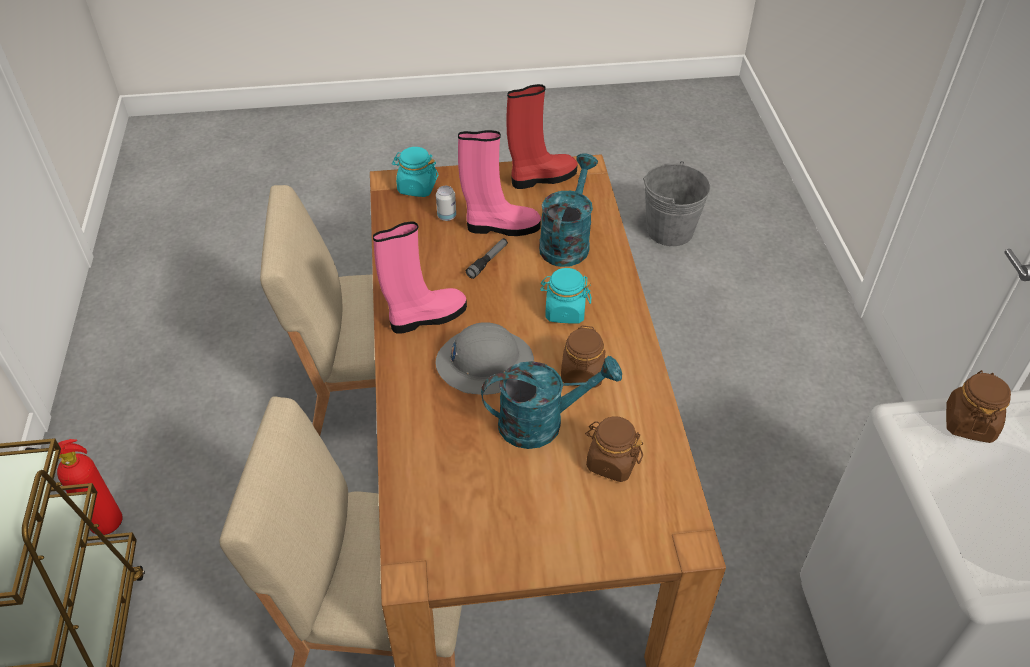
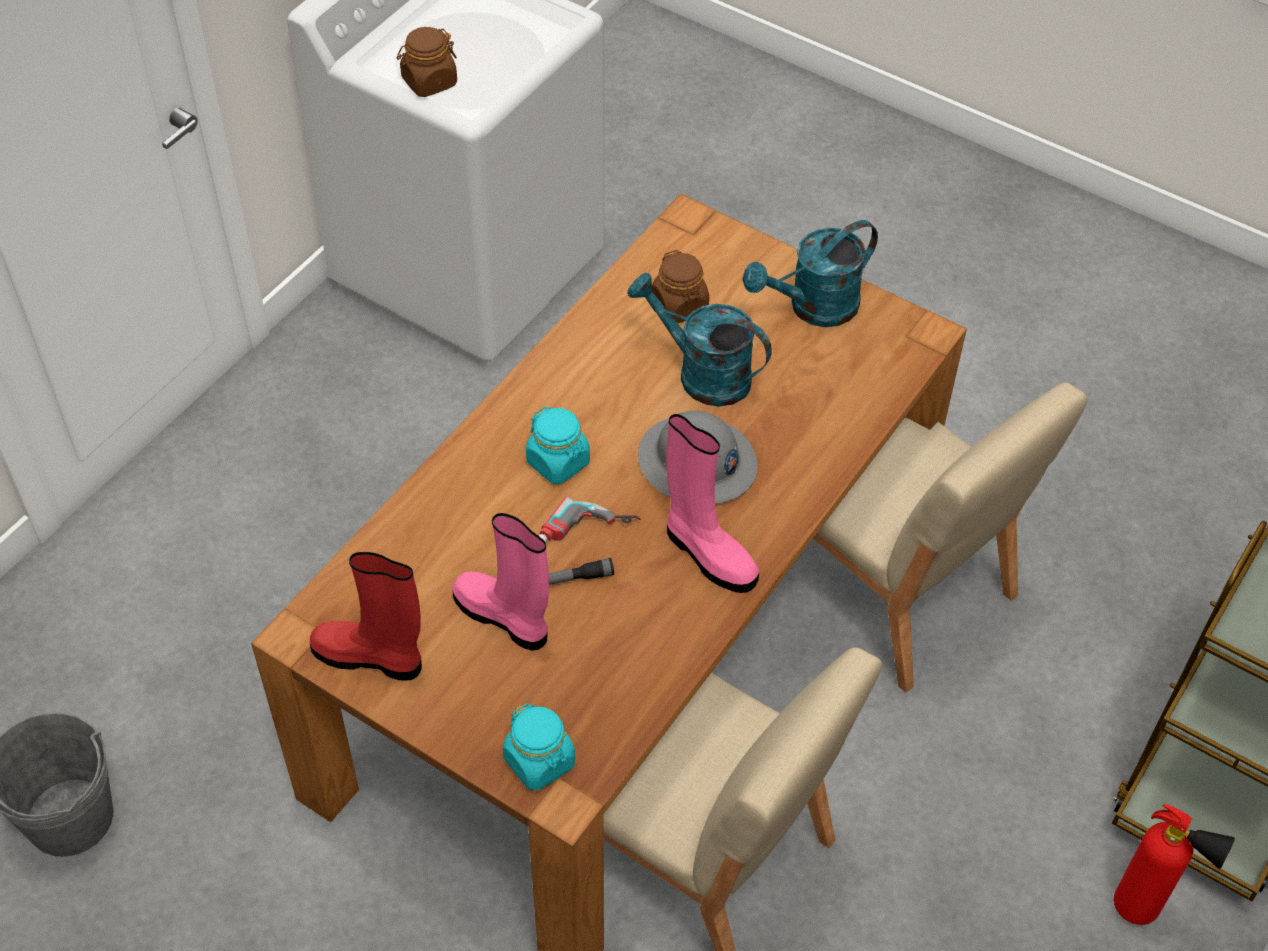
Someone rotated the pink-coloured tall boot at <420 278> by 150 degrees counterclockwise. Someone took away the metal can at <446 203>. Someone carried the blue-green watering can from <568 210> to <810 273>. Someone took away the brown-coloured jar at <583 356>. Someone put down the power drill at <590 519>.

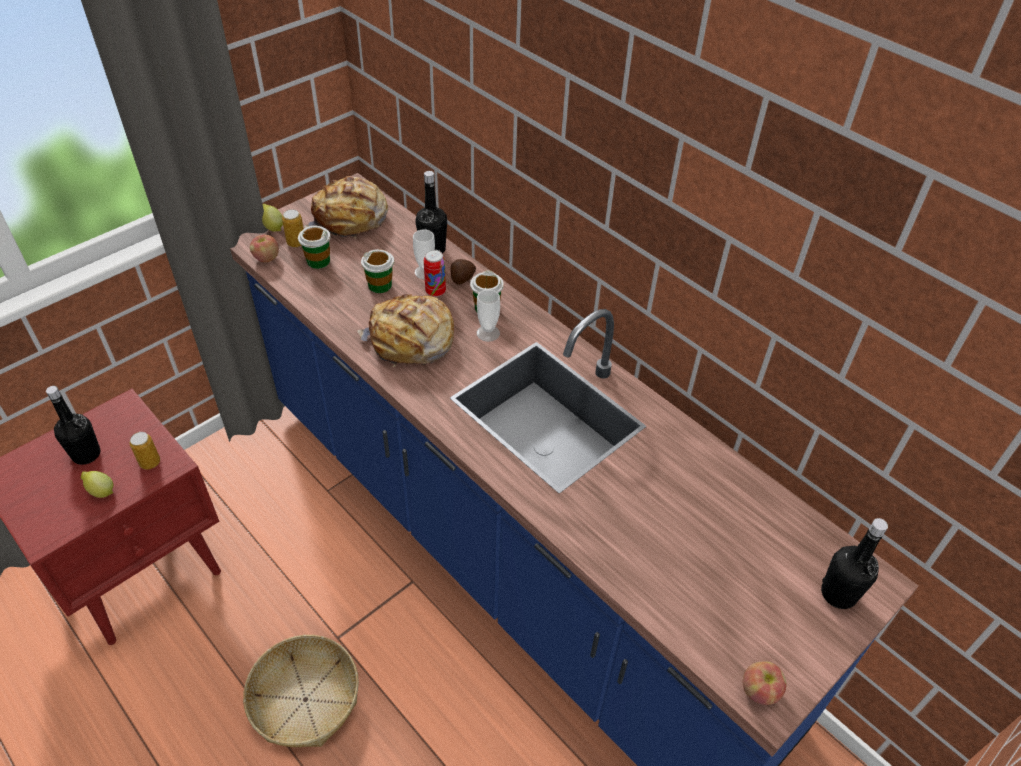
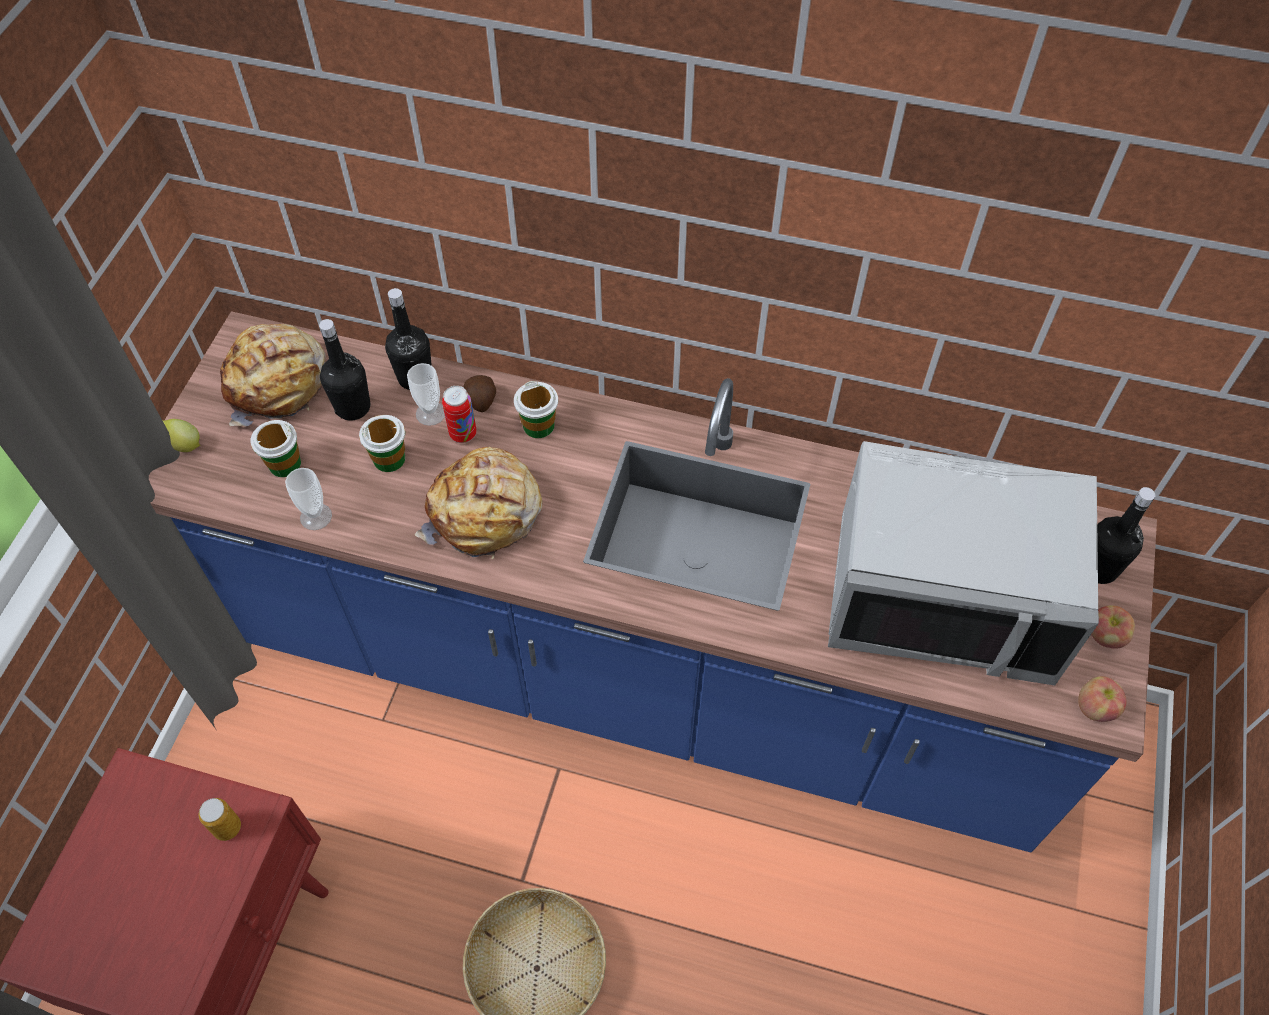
Someone carried the black beverage bottle from <73 425> to <345 370>. Someone took away the citrus fruit at <97 484>. Someone carried the apple from <264 249> to <1113 627>. Someone took away the metal can at <293 228>. Someone carried the drinking cup from <488 316> to <308 499>. Someone put down the gray microwave oven at <963 563>.

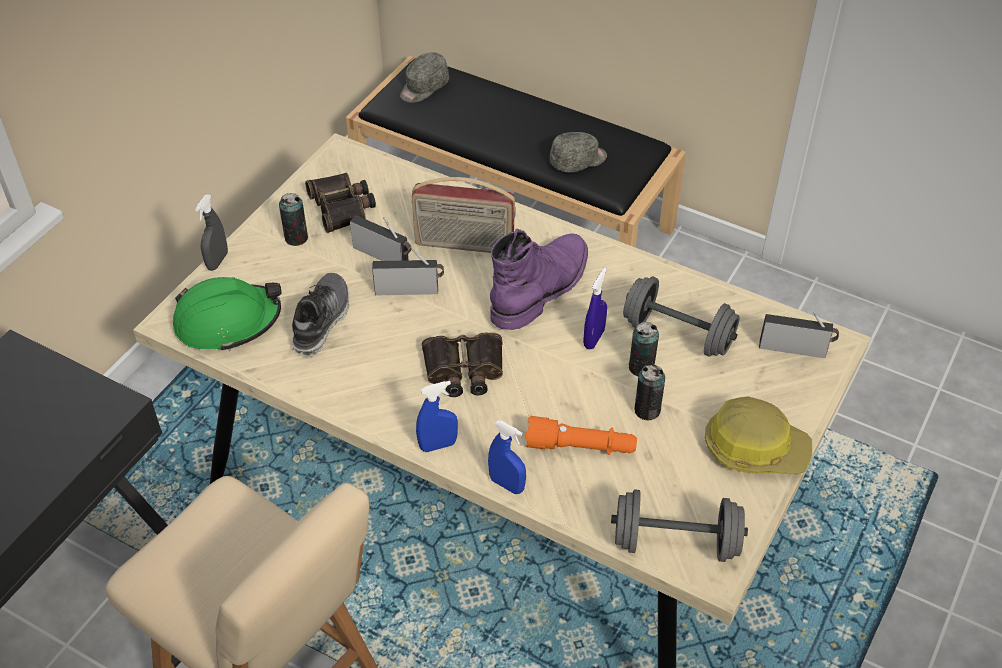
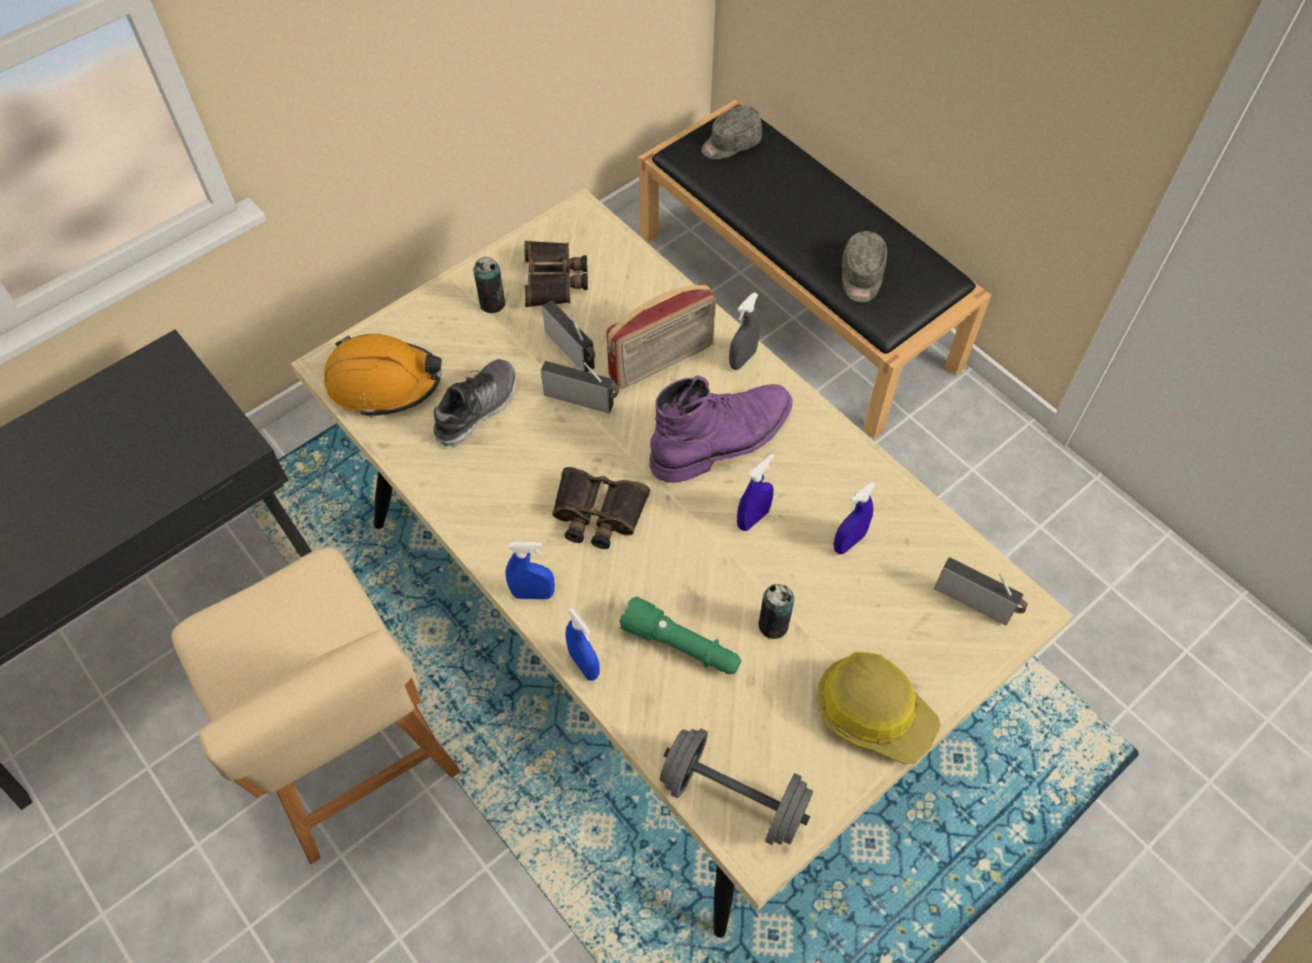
Someone repainted the green-coloured work helmet at <227 314>, which became the orange-coloured work helmet at <383 375>. Someone carried the gray spray bottle from <211 232> to <744 331>. Someone rotated the radio receiver at <463 215> by 60 degrees counterclockwise. Someone repainted the orange-coloured flashlight at <581 435>, which became the green-coloured flashlight at <680 635>. Someone rotated the gray baseball cap at <578 152> by 105 degrees clockwise. Someone swapped the gray dumbbell at <681 317> for the blue-coloured spray bottle at <854 518>. Someone took away the metal can at <644 349>.

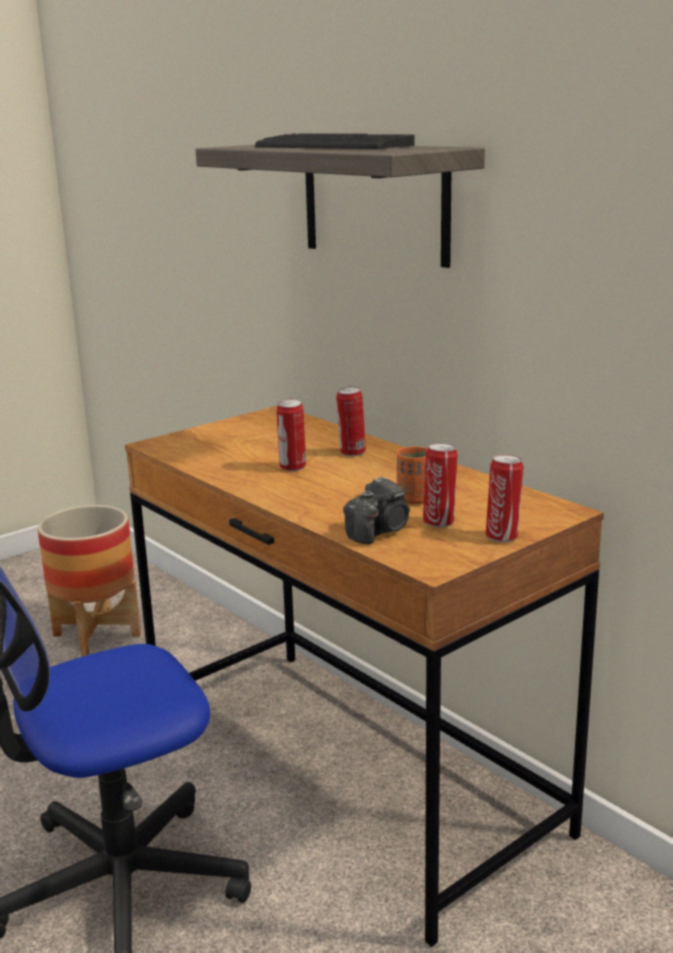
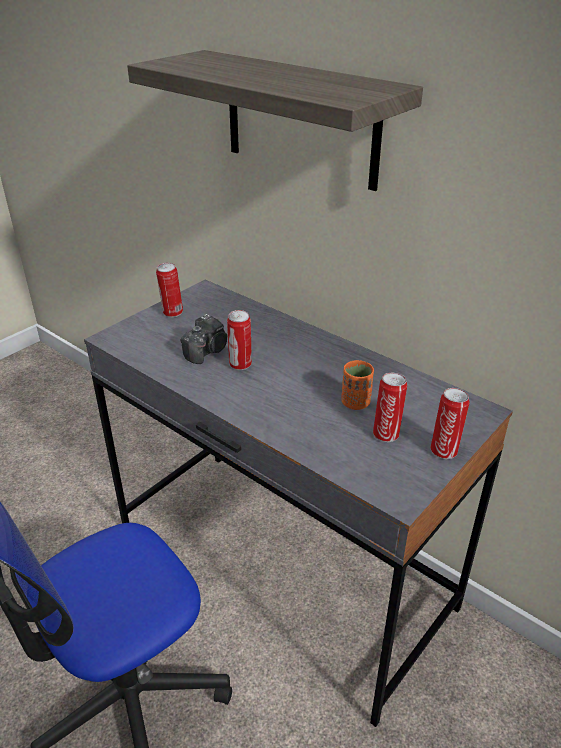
Someone took away the plant pot at <89 581>. Someone repainted the brown-coloured desk unit at <364 676>, which became the gray desk unit at <298 503>. Someone took away the keyboard at <334 141>. Someone carried the metal can from <351 421> to <169 290>. Someone carried the photo camera from <376 510> to <204 339>.

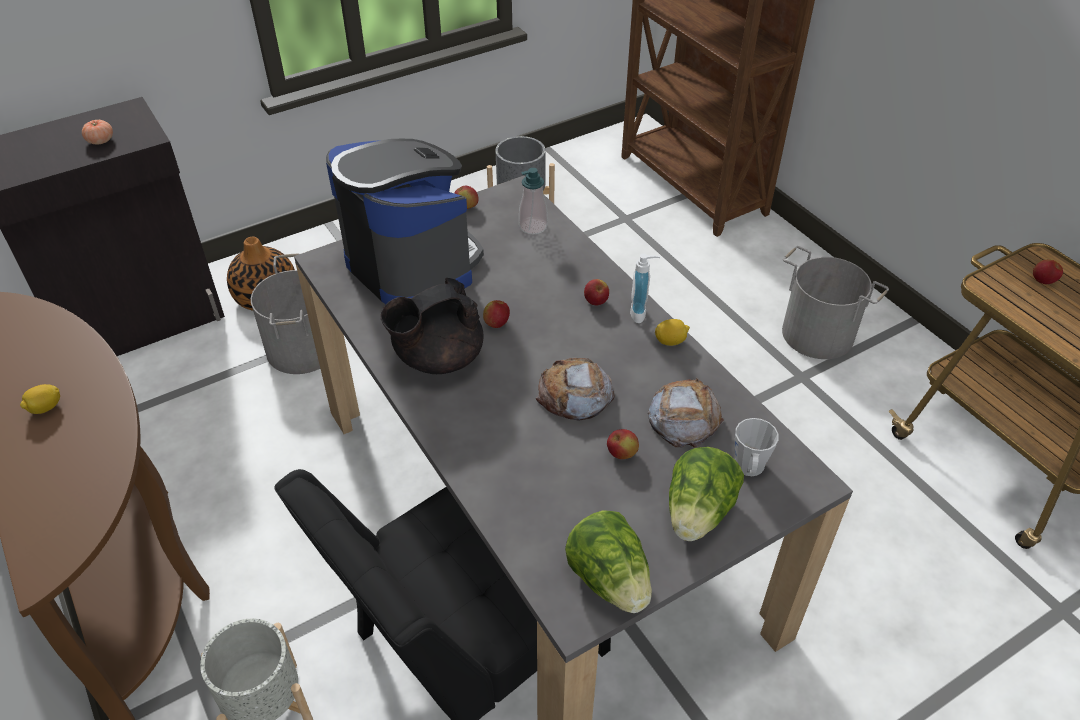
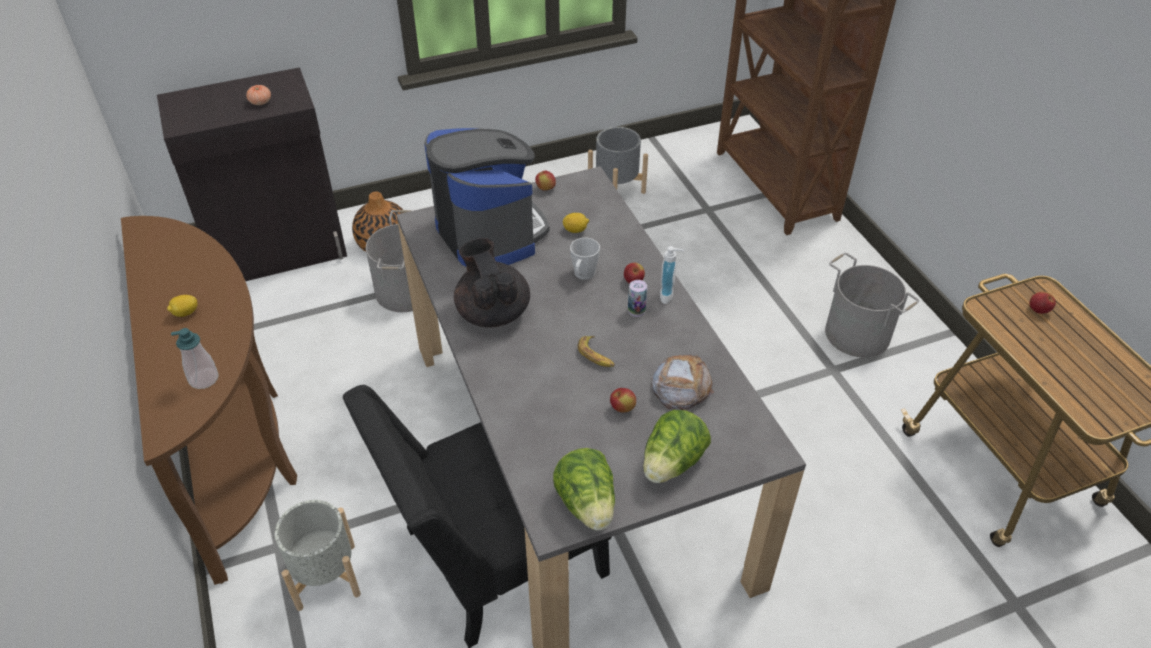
Someone rotated the black tea pot at <432 326> by 90 degrees clockwise. Someone took away the apple at <496 314>. Someone carried the soap dispenser from <533 201> to <195 358>. Someone swapped the bakery bread at <575 389> for the banana at <596 351>. Someone carried the citrus fruit from <672 332> to <576 223>. Someone carried the gray coffee mug from <757 447> to <585 259>. Someone put down the metal can at <637 298>.

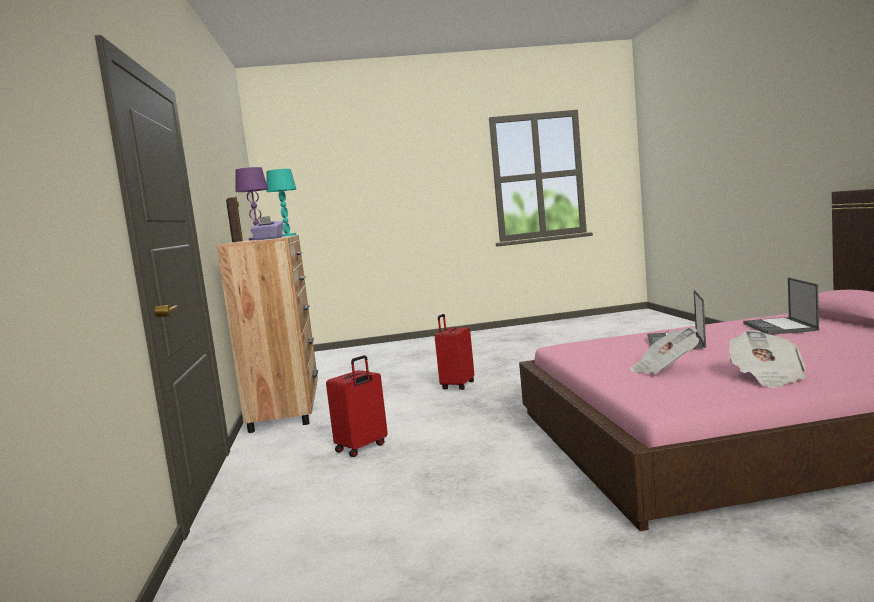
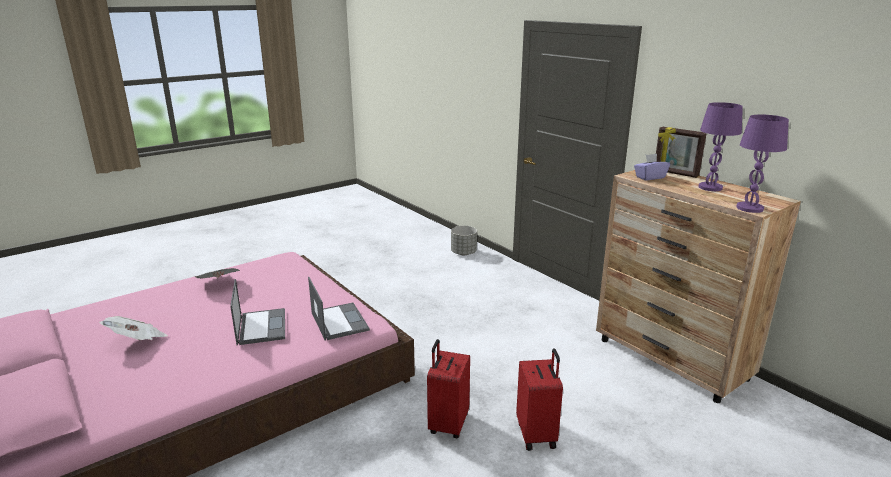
Someone repainted the blue-green lamp for a table at <281 203>, which became the purplish lamp for a table at <762 164>. Someone carried the reddish piece of luggage from <357 406> to <448 388>. Someone carried the newspaper from <664 351> to <133 328>. Someone carried the laptop from <781 306> to <339 309>. Someone put down the gray plant pot at <464 240>.

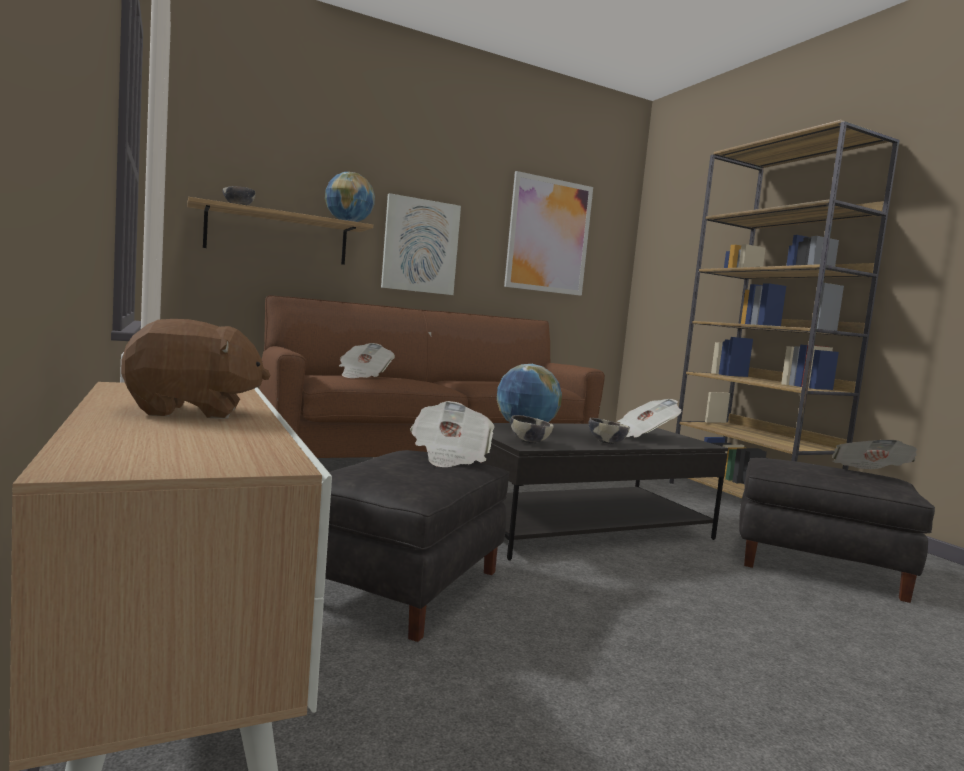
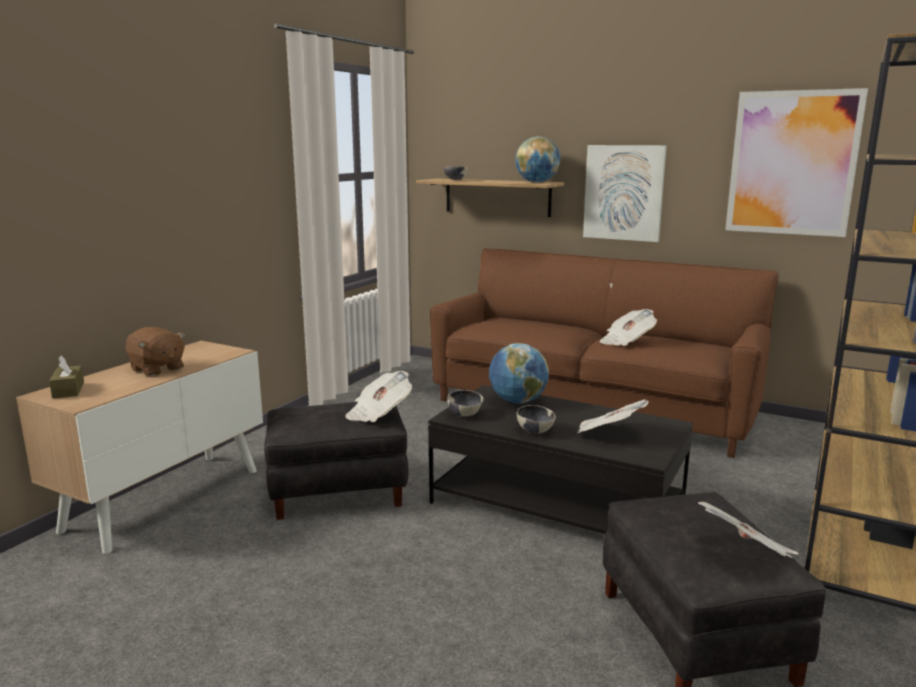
Someone carried the newspaper from <367 360> to <628 327>. Someone put down the brown-coloured box of tissues at <66 377>.

